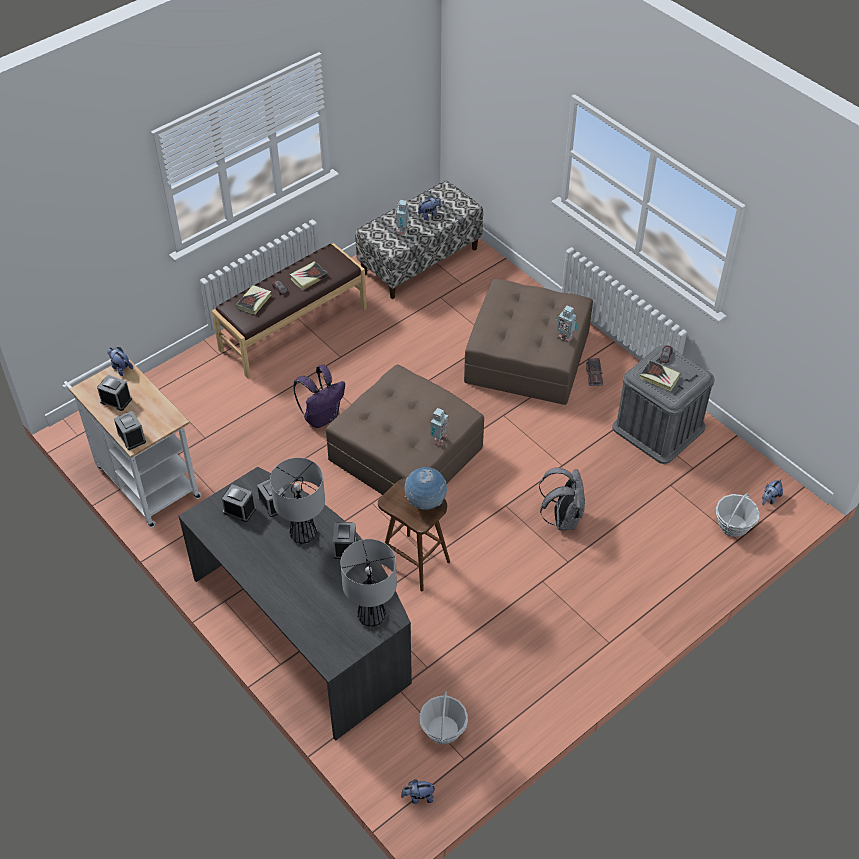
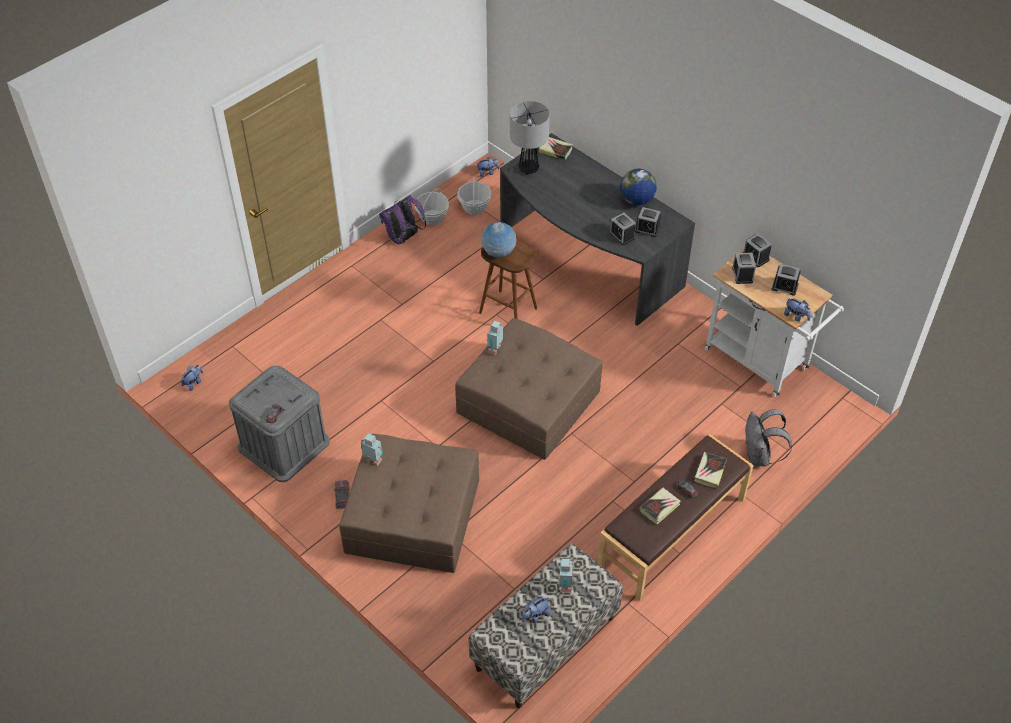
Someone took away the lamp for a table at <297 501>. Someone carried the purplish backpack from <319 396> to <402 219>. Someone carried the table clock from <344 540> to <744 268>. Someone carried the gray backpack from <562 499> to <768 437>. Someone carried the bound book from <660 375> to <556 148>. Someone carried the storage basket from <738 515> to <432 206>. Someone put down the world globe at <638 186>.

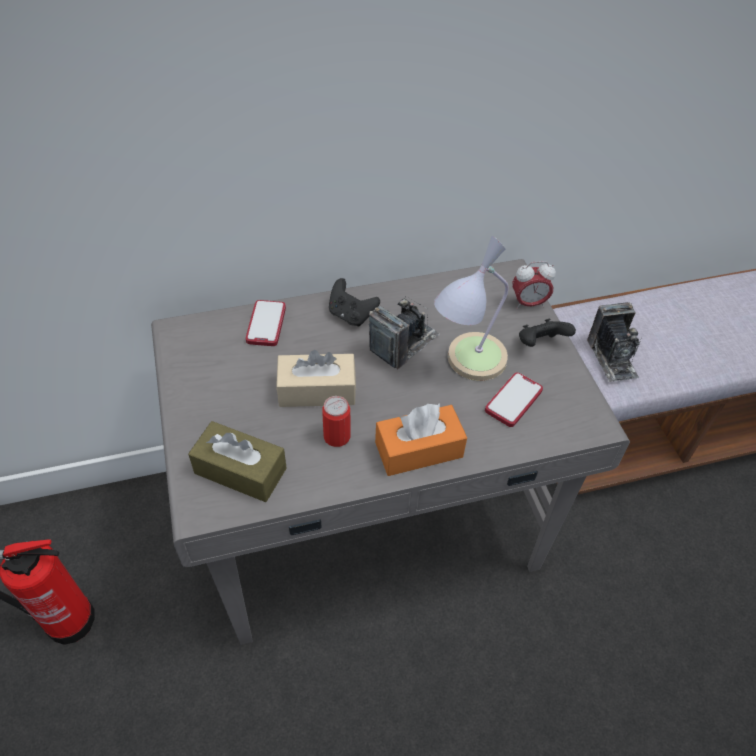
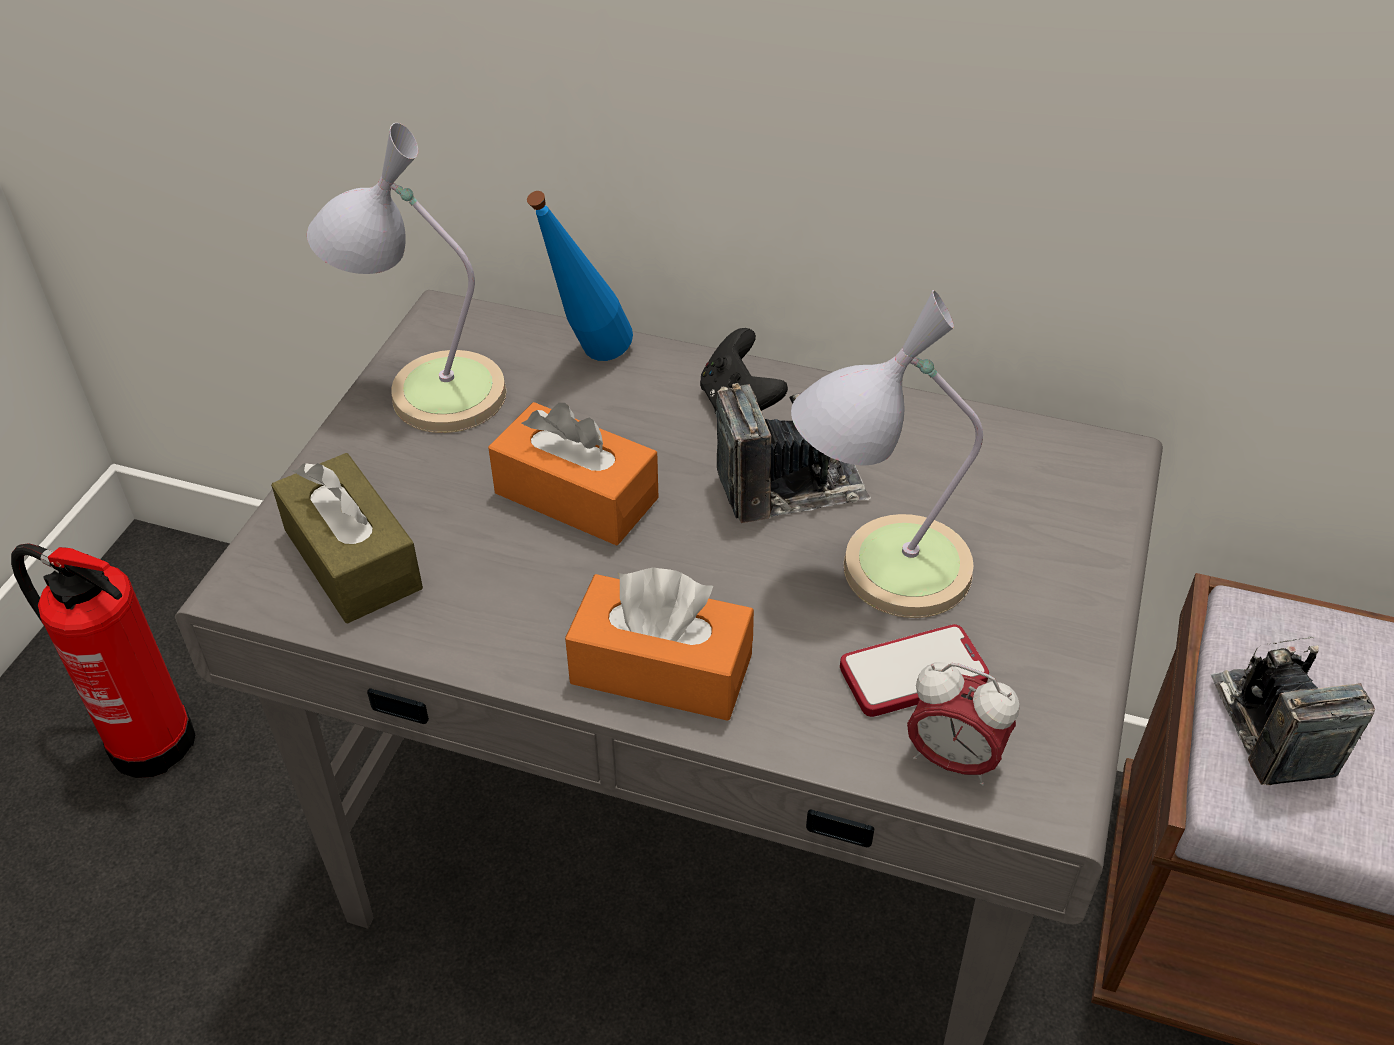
Someone swapped the telephone at <266 323> for the blue-coloured beverage bottle at <580 276>. Someone repainted the beige box of tissues at <316 378>, which became the orange-coloured box of tissues at <573 473>. Someone took away the metal can at <336 421>. Someone carried the table clock from <534 285> to <963 724>. Someone took away the black joypad at <547 333>. Someone rotated the photo camera at <614 342> by 150 degrees clockwise. Someone put down the lamp for a table at <406 278>.

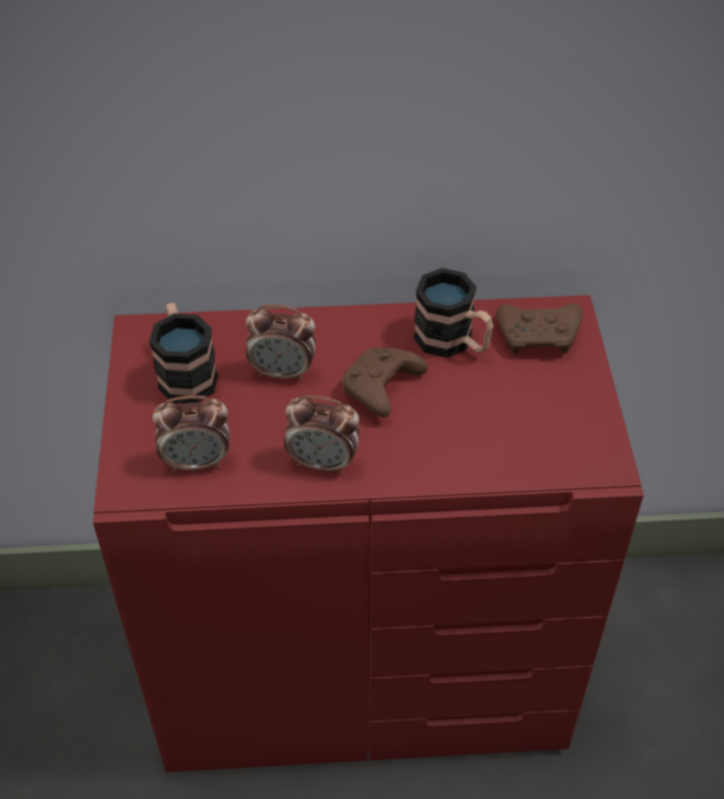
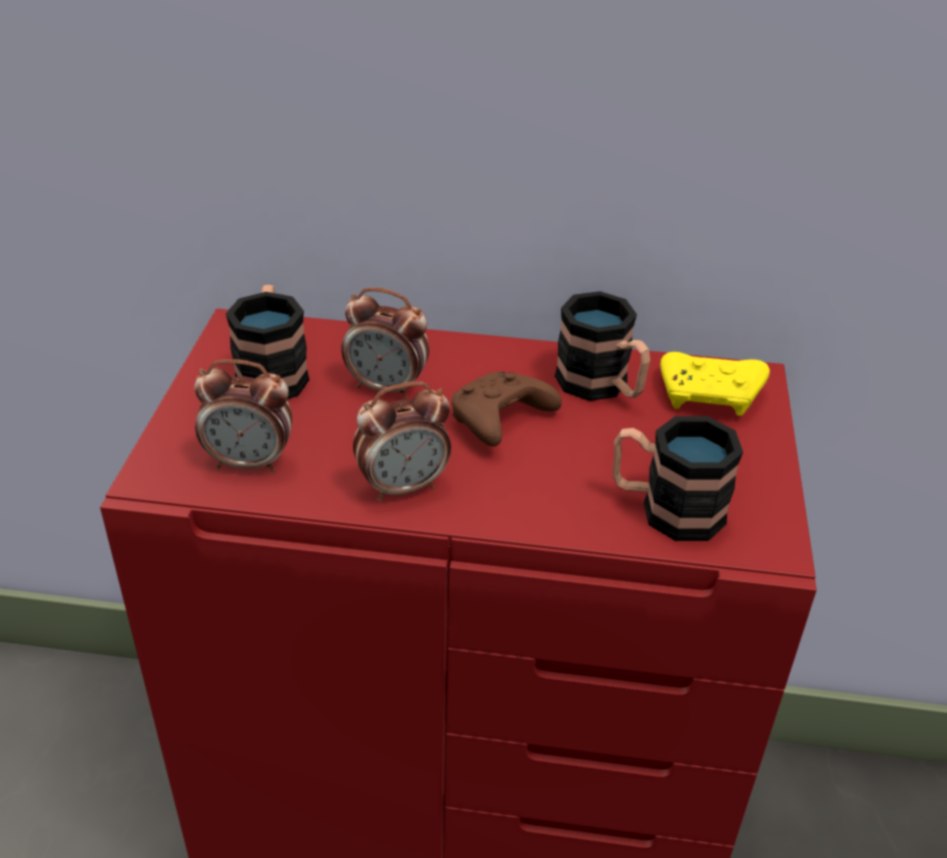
Someone rotated the table clock at <322 434> by 45 degrees counterclockwise. Someone repainted the brown-coloured joypad at <539 328>, which became the yellow joypad at <715 384>. Someone put down the coffee mug at <678 478>.

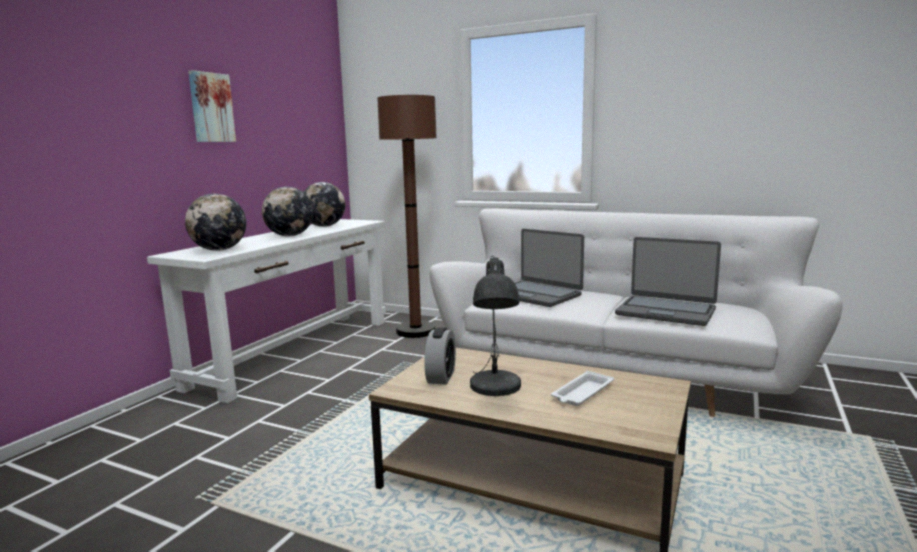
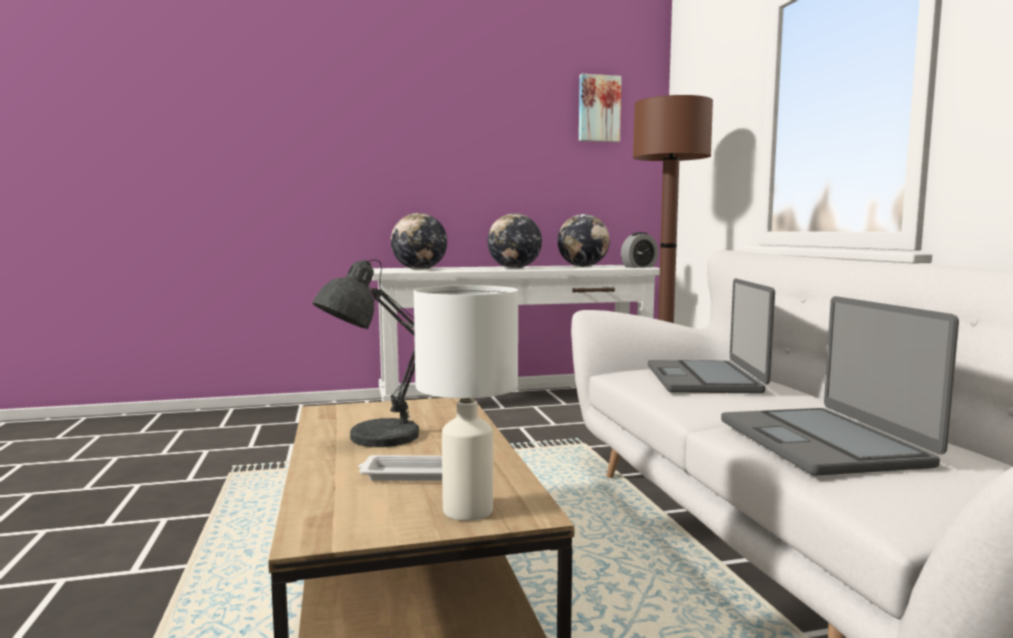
Someone carried the picture from <212 106> to <600 108>. Someone carried the table clock from <440 356> to <640 250>. Someone put down the white lamp for a table at <466 403>.

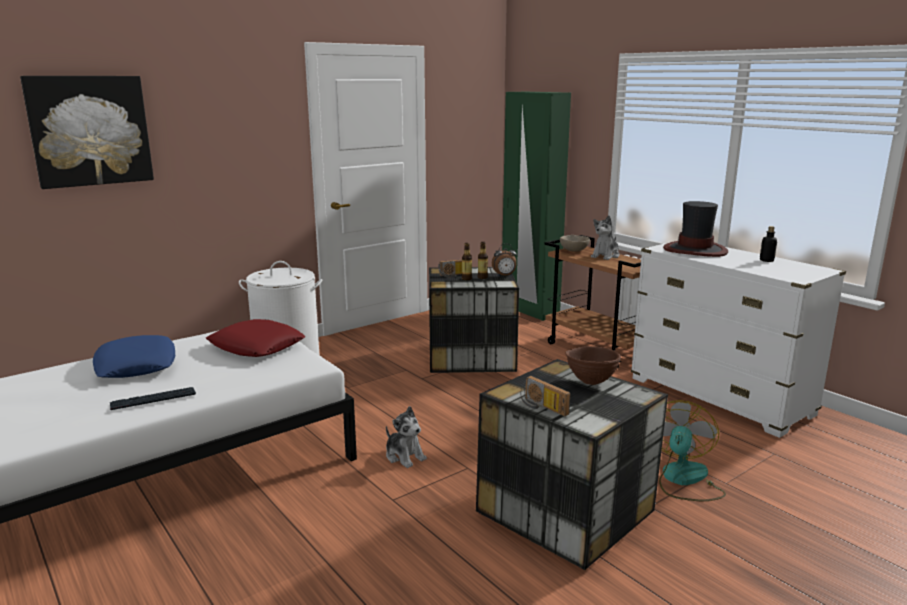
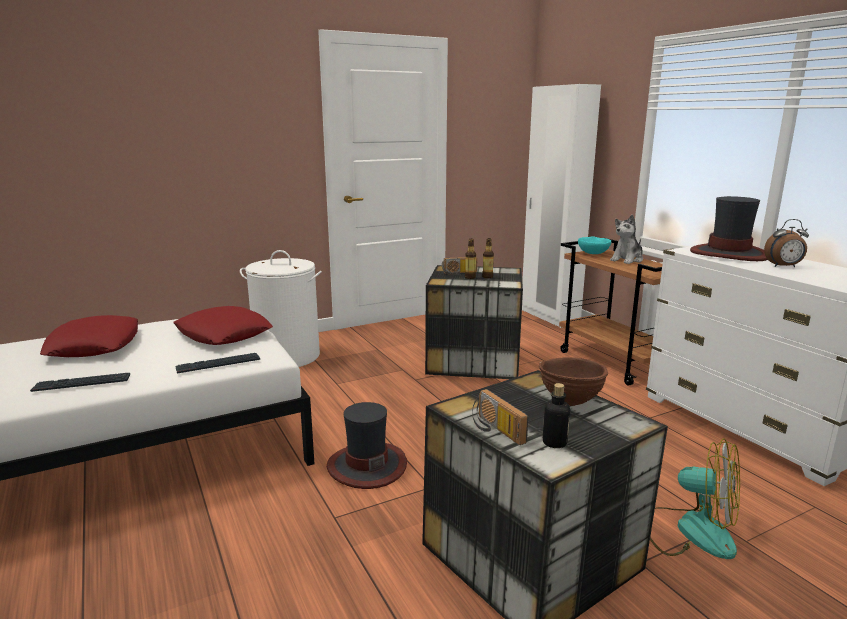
Someone took away the picture at <87 132>. Someone repainted the blue-coloured throw pillow at <134 356>, which became the reddish throw pillow at <89 336>. Someone swapped the soft toy at <406 437> for the wearable hat at <367 445>. Someone carried the table clock from <504 260> to <786 243>. Someone repainted the green-coloured wardrobe at <536 206>, which became the white wardrobe at <561 206>. Someone repainted the beige serving bowl at <575 243>, which became the blue-green serving bowl at <594 245>. Someone rotated the fan at <692 450> by 90 degrees clockwise. Someone carried the beverage bottle from <768 244> to <556 415>. Someone put down the keyboard at <218 363>.

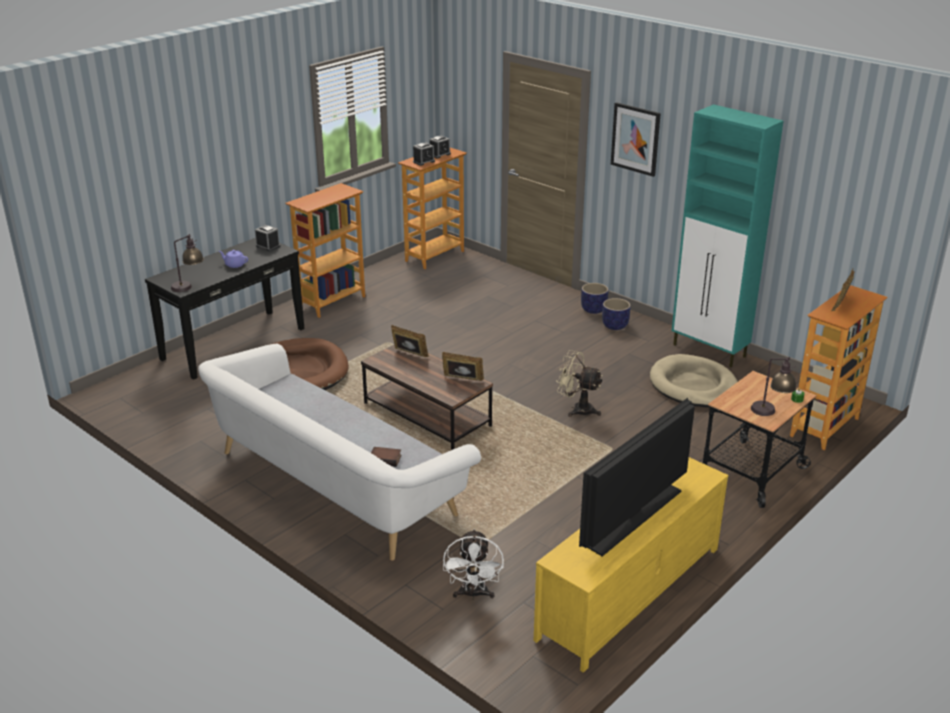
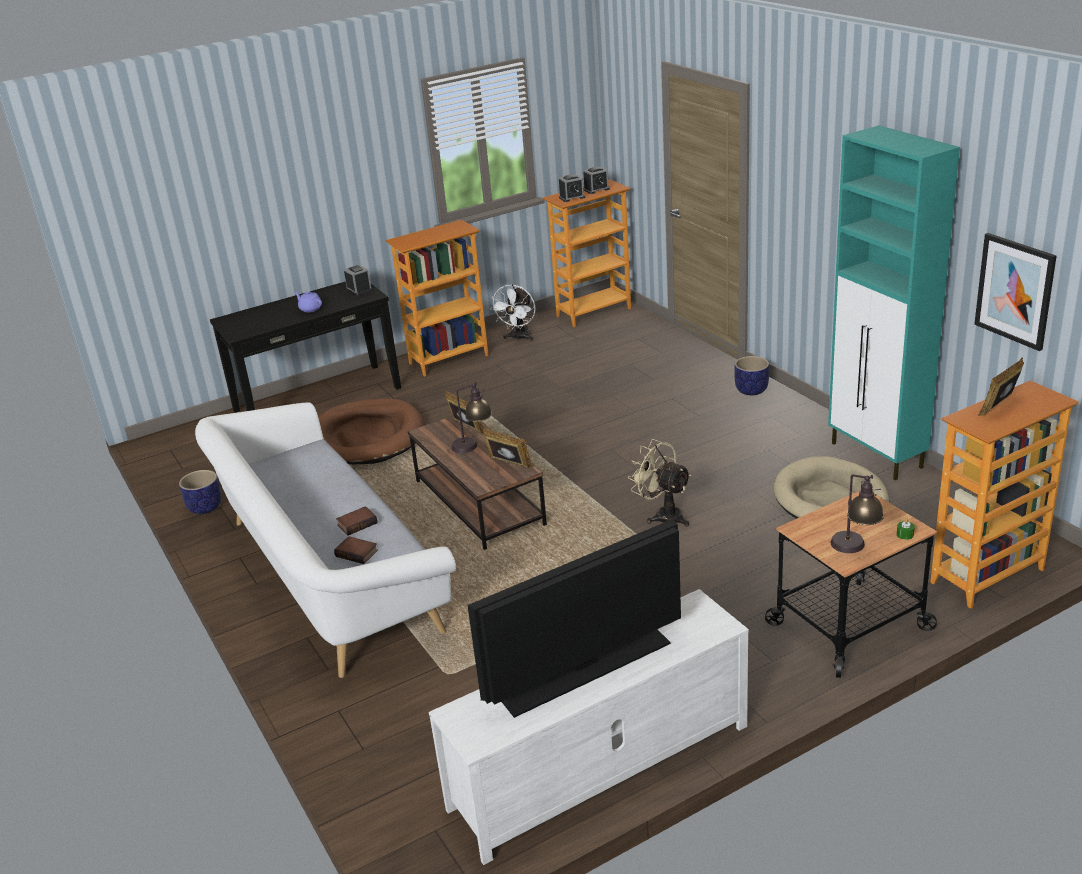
Someone carried the lamp for a table from <187 263> to <471 417>. Someone carried the white fan from <473 564> to <513 312>. Someone repainted the yellow tv unit at <631 565>, which became the white tv unit at <589 727>. Someone carried the plant pot from <616 314> to <200 492>. Someone carried the picture from <636 139> to <1015 292>. Someone put down the bound book at <357 521>.

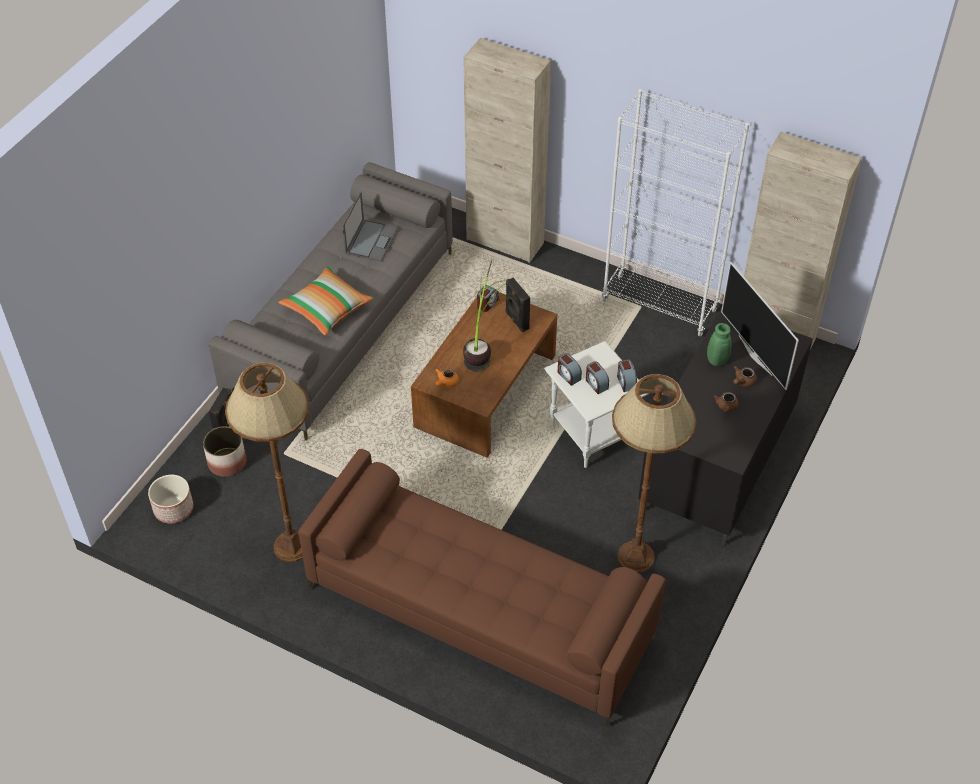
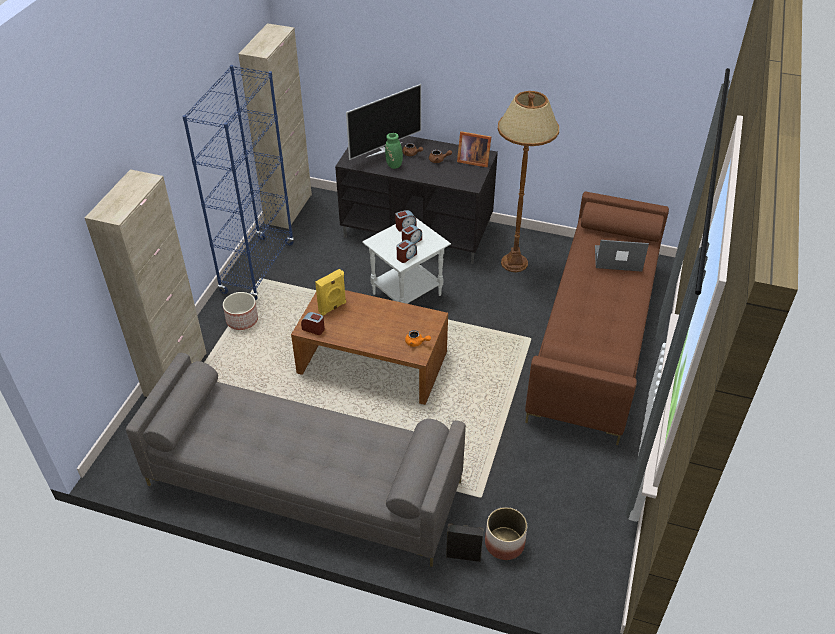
Someone carried the plant pot from <170 499> to <240 311>. Someone took away the brown-coloured standing lamp at <267 462>. Someone took away the throw pillow at <326 300>. Someone carried the laptop from <370 227> to <622 256>. Someone took away the potted plant at <485 316>. Someone repainted the black speaker at <517 305>, which became the yellow speaker at <330 292>. Someone repainted the white bookshelf at <675 212>, which became the blue-coloured bookshelf at <238 182>. Someone put down the picture frame at <474 149>.

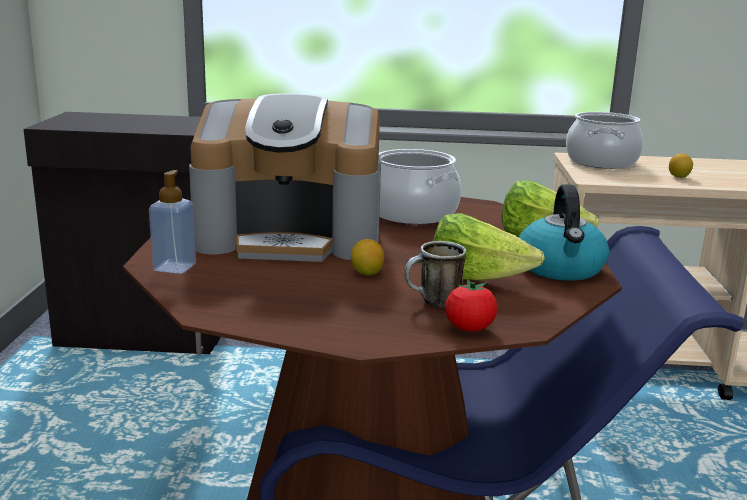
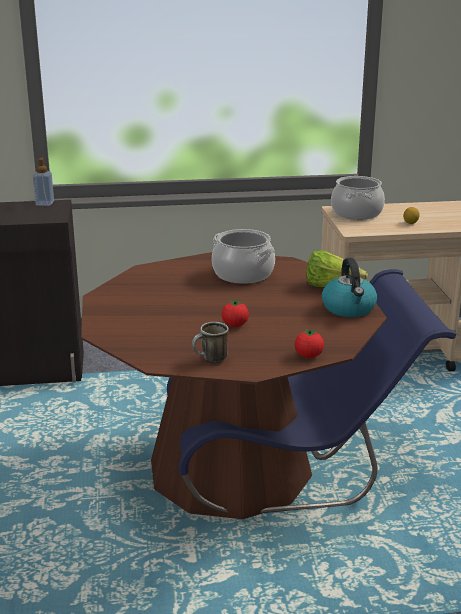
Someone carried the soap dispenser from <172 222> to <43 182>. Someone took away the coffee machine at <285 178>. Someone swapped the citrus fruit at <367 257> for the whole tomato at <235 313>. Someone carried the coffee mug from <435 274> to <210 343>. Someone took away the lettuce head at <489 247>.

